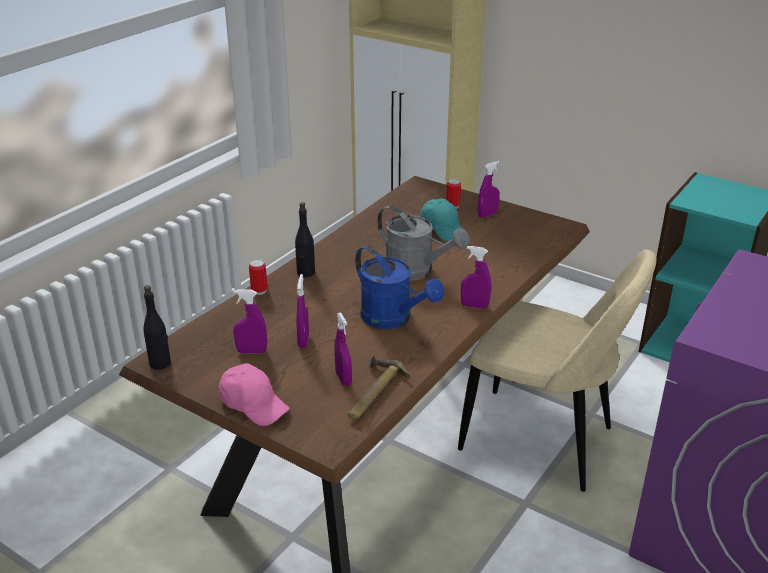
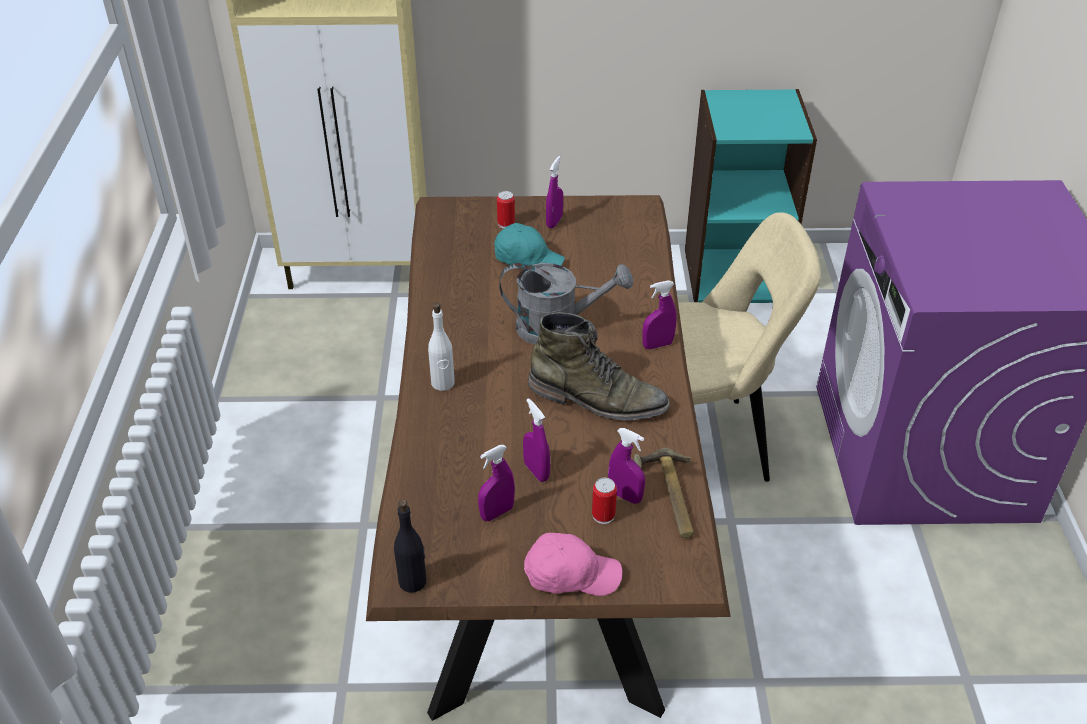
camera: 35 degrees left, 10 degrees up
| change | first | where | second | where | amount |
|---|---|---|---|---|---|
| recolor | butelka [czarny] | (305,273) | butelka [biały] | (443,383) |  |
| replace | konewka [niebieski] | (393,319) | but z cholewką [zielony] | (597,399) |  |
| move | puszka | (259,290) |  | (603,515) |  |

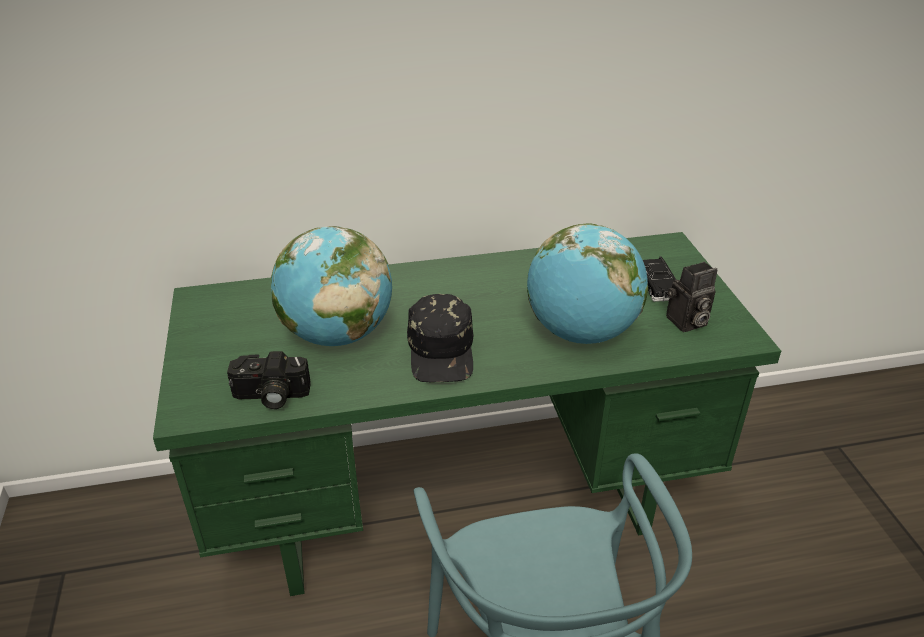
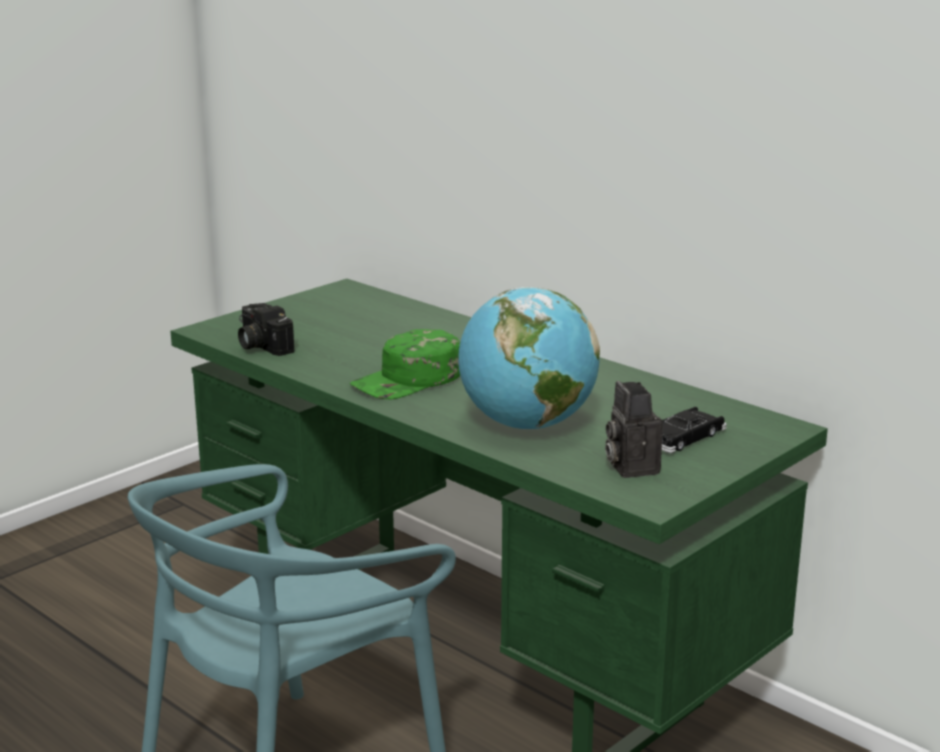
camera: 55 degrees right, 15 degrees down
| change | first | where | second | where | amount |
|---|---|---|---|---|---|
| delete | globus | (337,334) |  |  |  |
| rotate | aparat fotograficzny | (686,322) |  | (630,466) | 45 degrees clockwise |
| recolor | czapka z daszkiem [czarny] | (442,349) | czapka z daszkiem [zielony] | (408,380) |  |

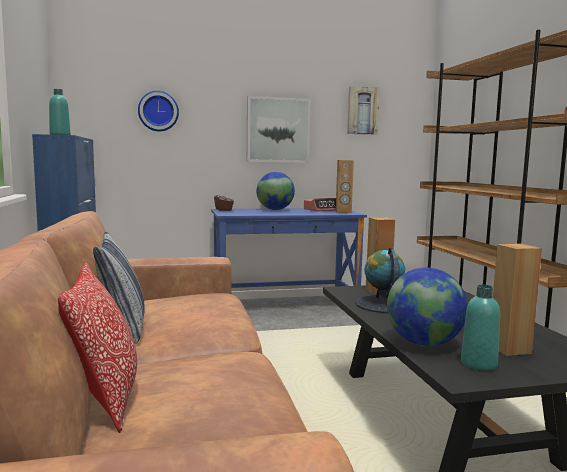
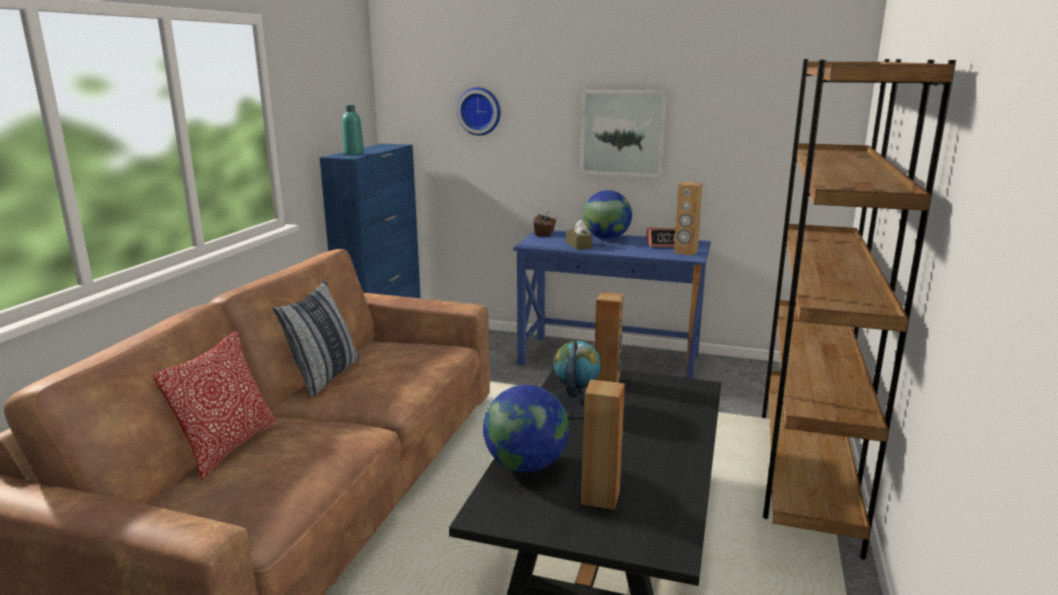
camera: 30 degrees right, 10 degrees up
| change | first | where | second | where | amount |
|---|---|---|---|---|---|
| delete | obraz | (362,111) |  |  |  |
| delete | butelka [turkusowy] | (478,364) |  |  |  |
| insert |  |  | pudełko chusteczek [brązowy] | (578,245) |  |

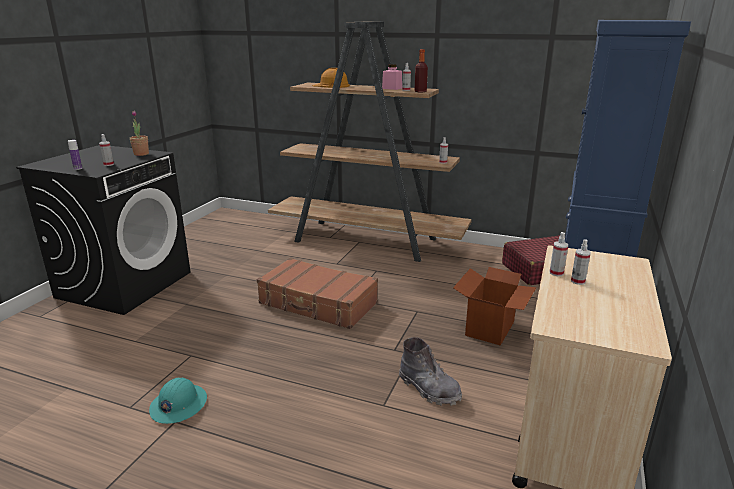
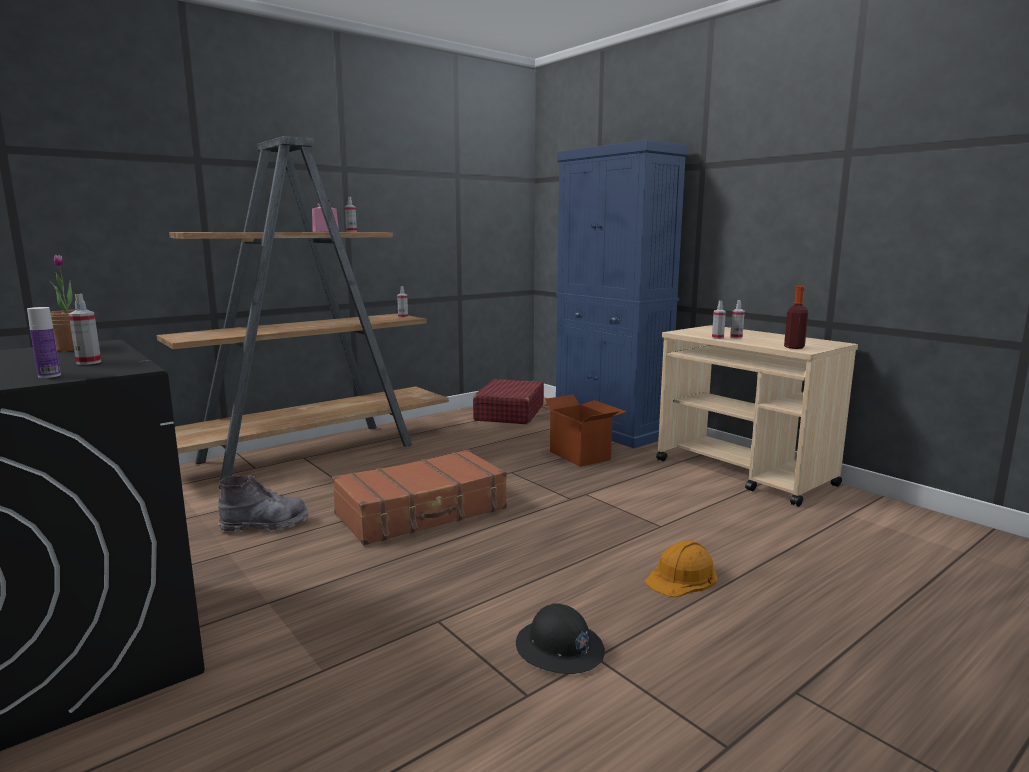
camera: 60 degrees left, 10 degrees down
| change | first | where | second | where | amount |
|---|---|---|---|---|---|
| move | butelka | (420,91) |  | (794,347) |  |
| move | kask [pomarańczowy] | (331,85) |  | (682,577) |  |
| move | but z cholewką [szary] | (429,389) |  | (265,525) |  |
| recolor | kask [turkusowy] | (178,405) | kask [czarny] | (559,649) |  |

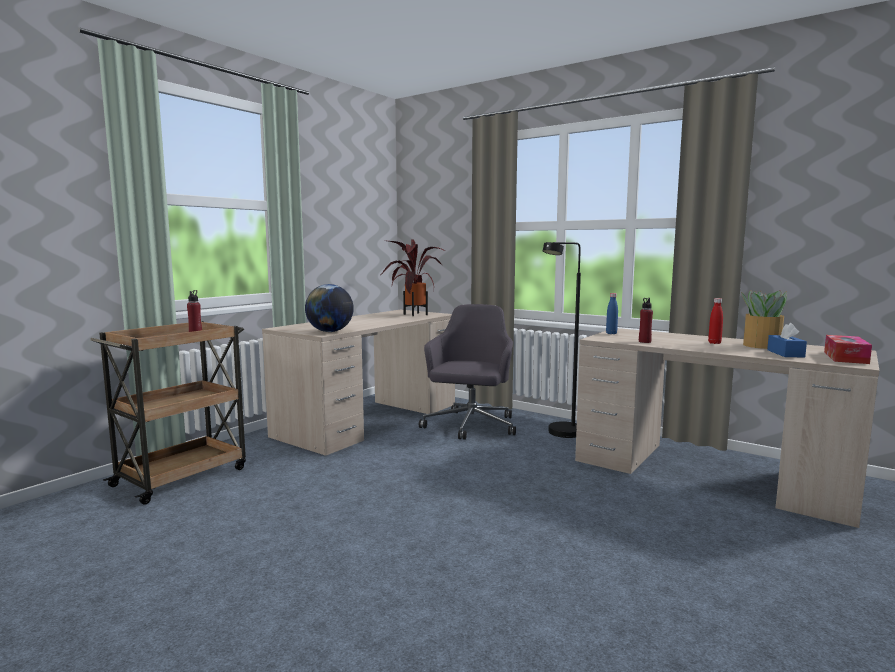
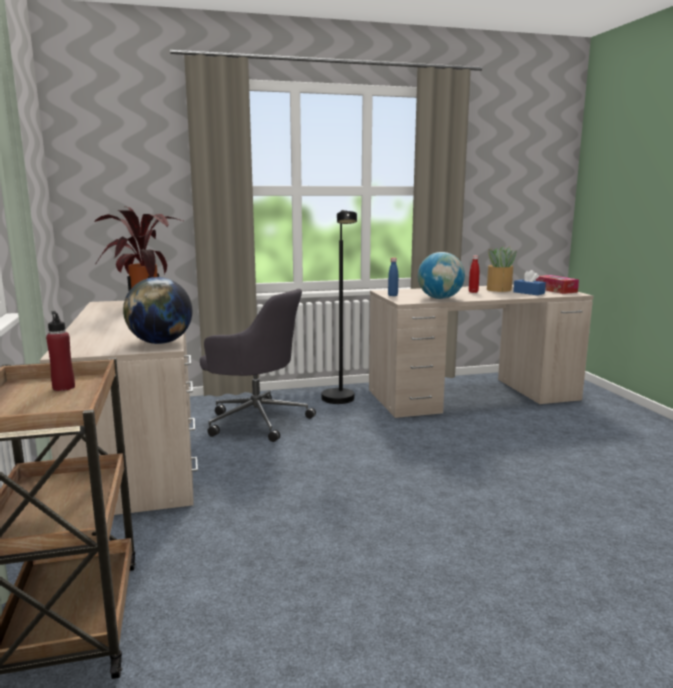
camera: 50 degrees left, 5 degrees up
| change | first | where | second | where | amount |
|---|---|---|---|---|---|
| replace | butelka [czerwony] | (644,341) | globus | (440,298) |  |
| rotate | krzesło biurowe [szary] | (470,426) |  | (256,420) | 150 degrees clockwise |

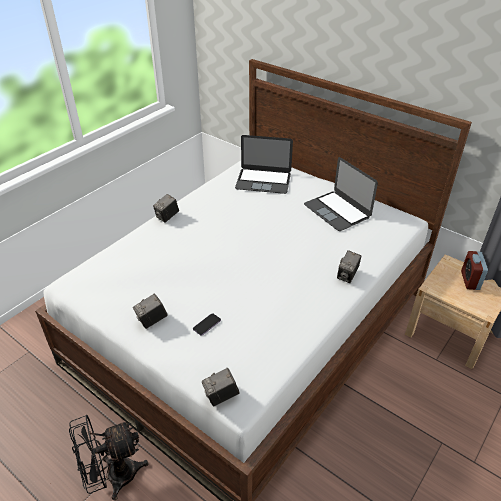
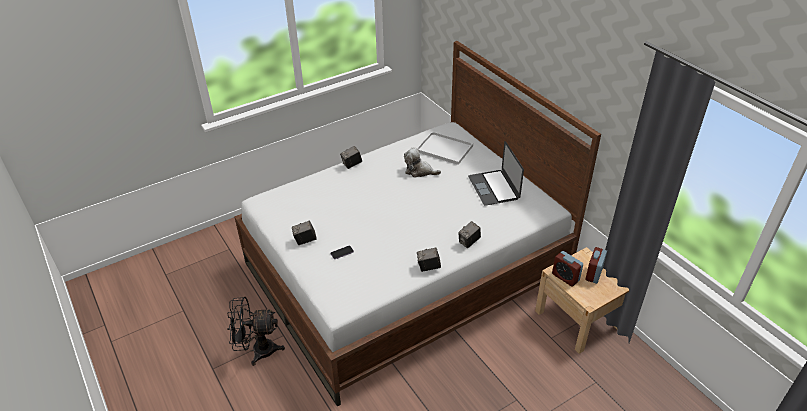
camera: 20 degrees right, 0 degrees up
| change | first | where | second | where | amount |
|---|---|---|---|---|---|
| replace | laptop | (263,181) | taca [biały] | (445,149) |  |
| move | aparat fotograficzny | (221,396) |  | (428,267) |  |
| insert |  |  | pluszak | (419,171) |  |
| insert |  |  | budzik | (565,277) |  |

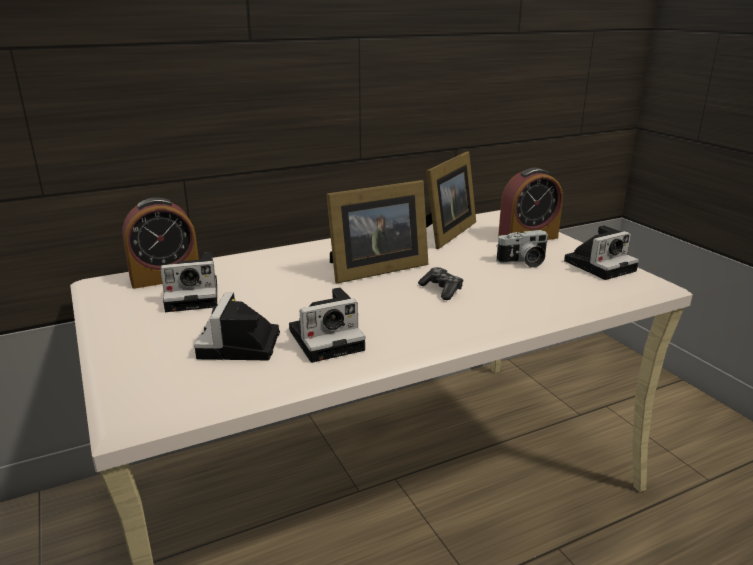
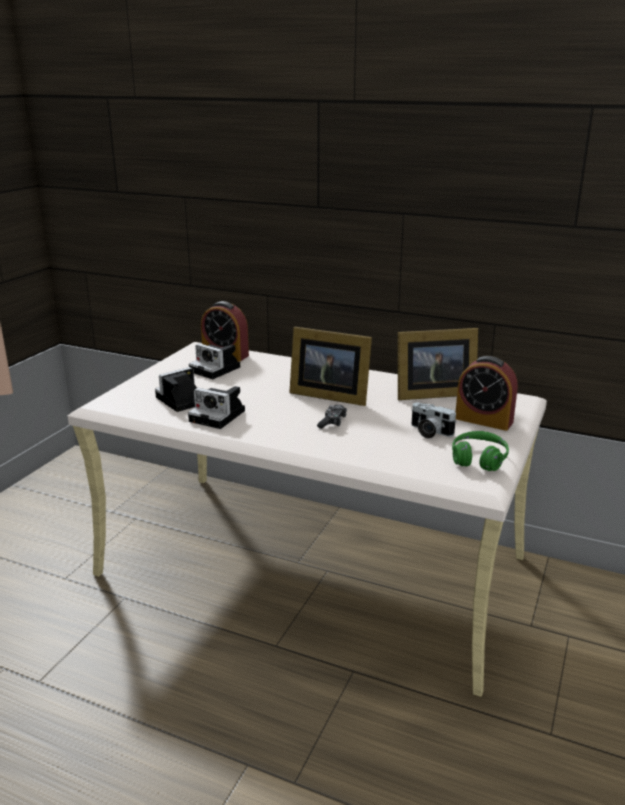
camera: 50 degrees right, 0 degrees up
| change | first | where | second | where | amount |
|---|---|---|---|---|---|
| replace | aparat fotograficzny | (600,265) | słuchawki [zielony] | (478,459) |  |

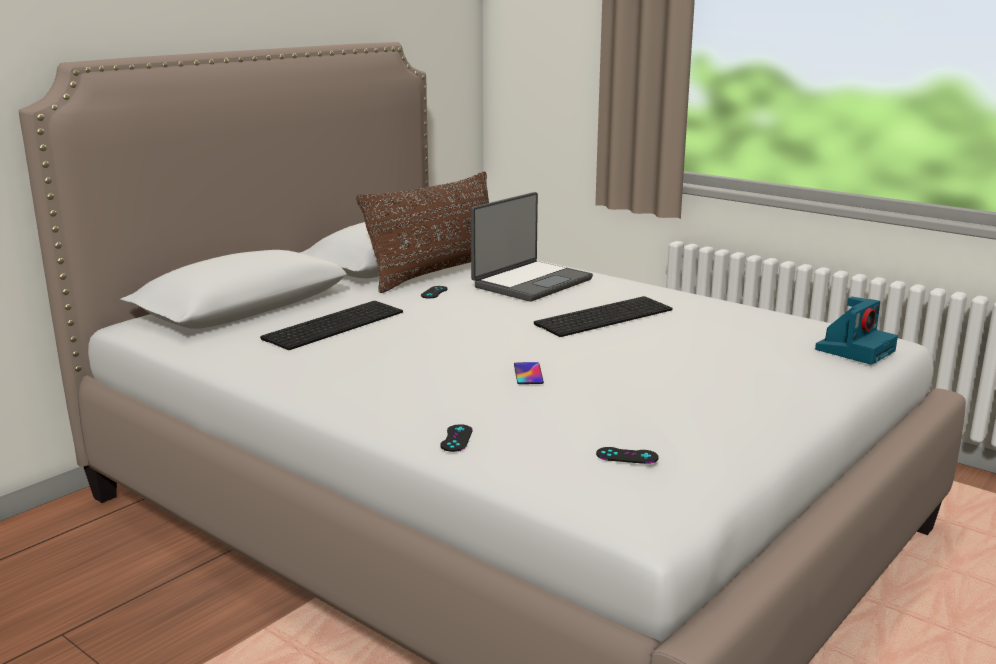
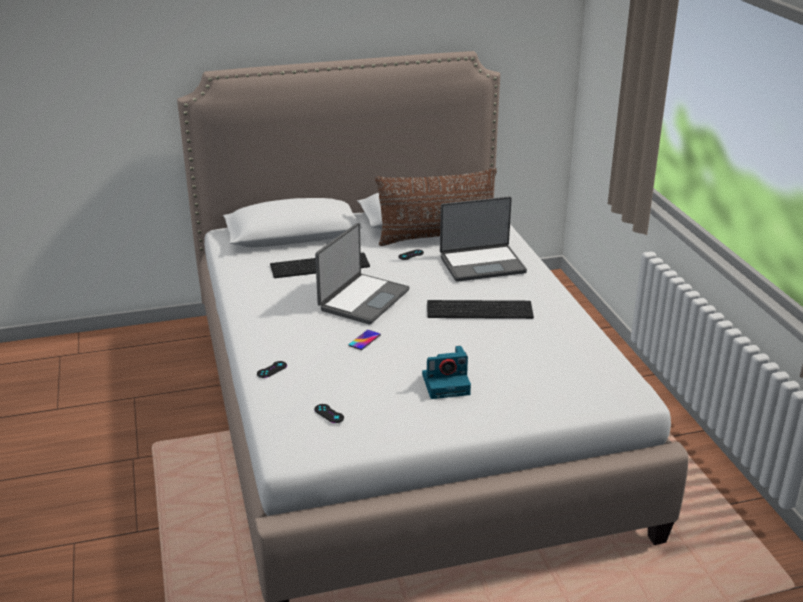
camera: 35 degrees right, 10 degrees up
| change | first | where | second | where | amount |
|---|---|---|---|---|---|
| move | aparat fotograficzny | (855,349) |  | (447,384) |  |
| insert |  |  | laptop | (362,299) |  |

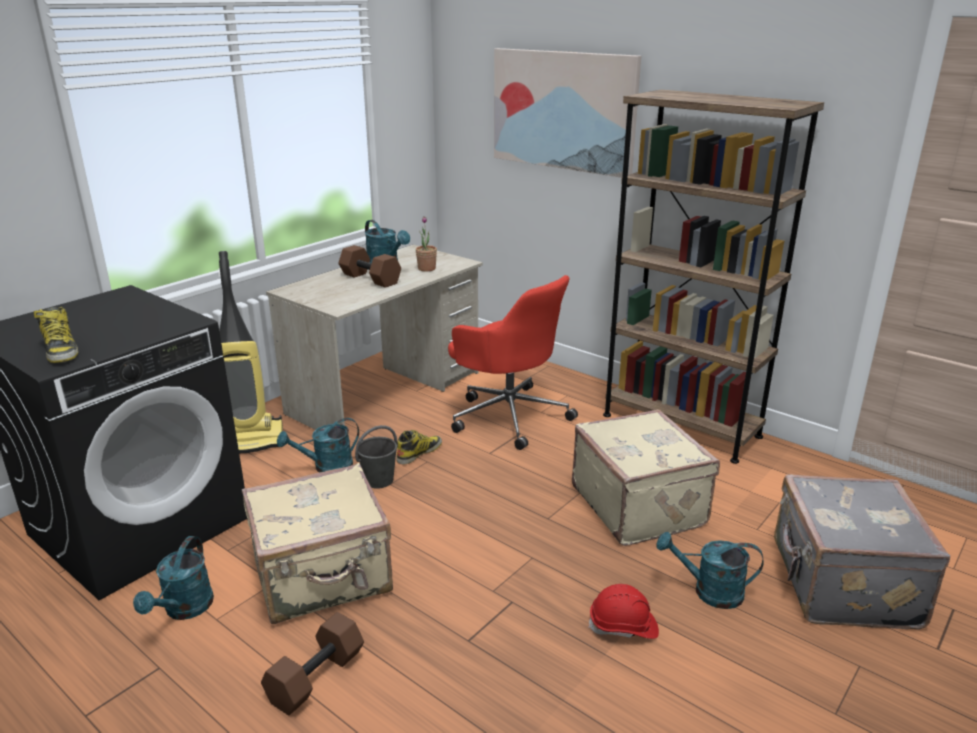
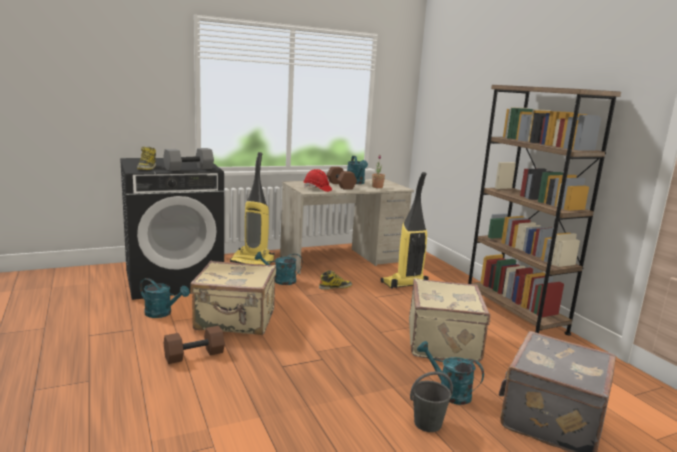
camera: 25 degrees right, 10 degrees down
| change | first | where | second | where | amount |
|---|---|---|---|---|---|
| delete | obraz | (563,110) |  |  |  |
| replace | krzesło biurowe [czerwony] | (509,415) | odkurzacz | (404,284) |  |
| move | wiadro [szary] | (379,480) |  | (428,423) |  |
| rotate | konewka [turkusowy] | (184,610) |  | (162,313) | 105 degrees counterclockwise |
| move | kask [czerwony] | (623,627) |  | (317,189) |  |
| insert |  |  | hantel [szary] | (188,169) |  |

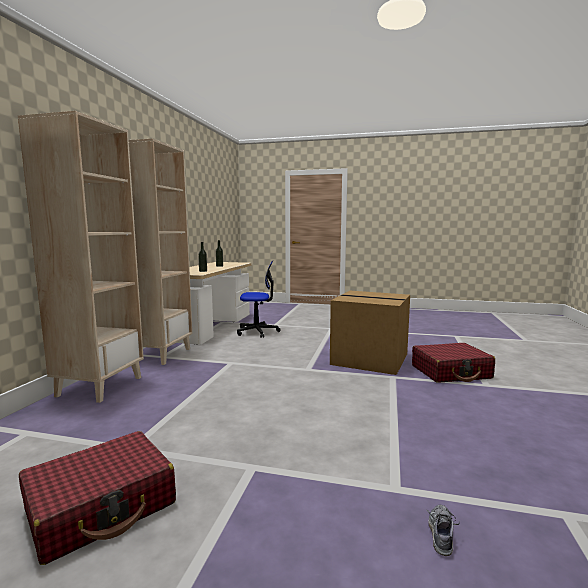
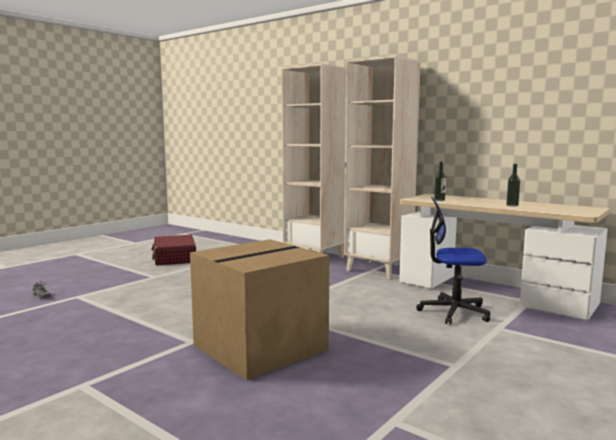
camera: 115 degrees right, 0 degrees up
| change | first | where | second | where | amount |
|---|---|---|---|---|---|
| rotate | krzesło biurowe | (257,331) |  | (453,312) | 75 degrees clockwise |
| delete | walizka [czerwony] | (451,372) |  |  |  |

